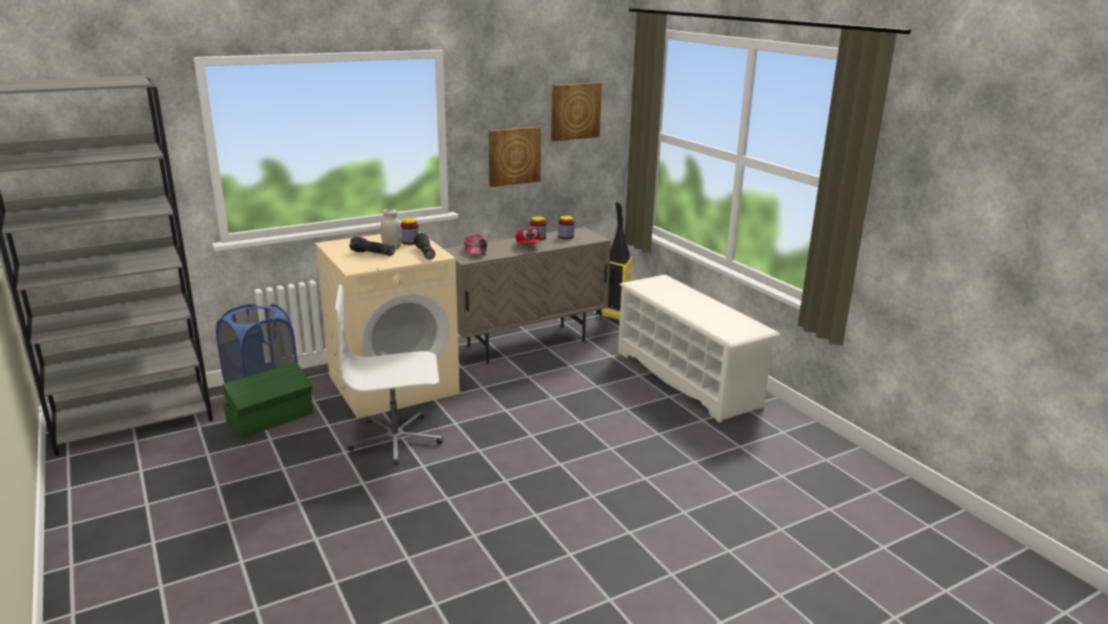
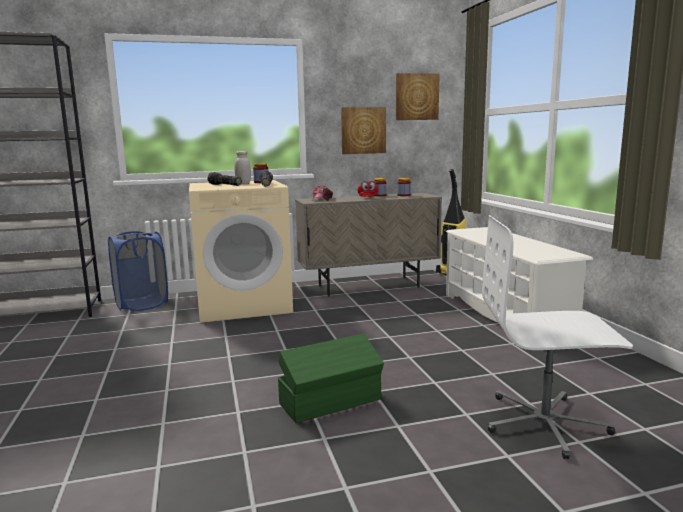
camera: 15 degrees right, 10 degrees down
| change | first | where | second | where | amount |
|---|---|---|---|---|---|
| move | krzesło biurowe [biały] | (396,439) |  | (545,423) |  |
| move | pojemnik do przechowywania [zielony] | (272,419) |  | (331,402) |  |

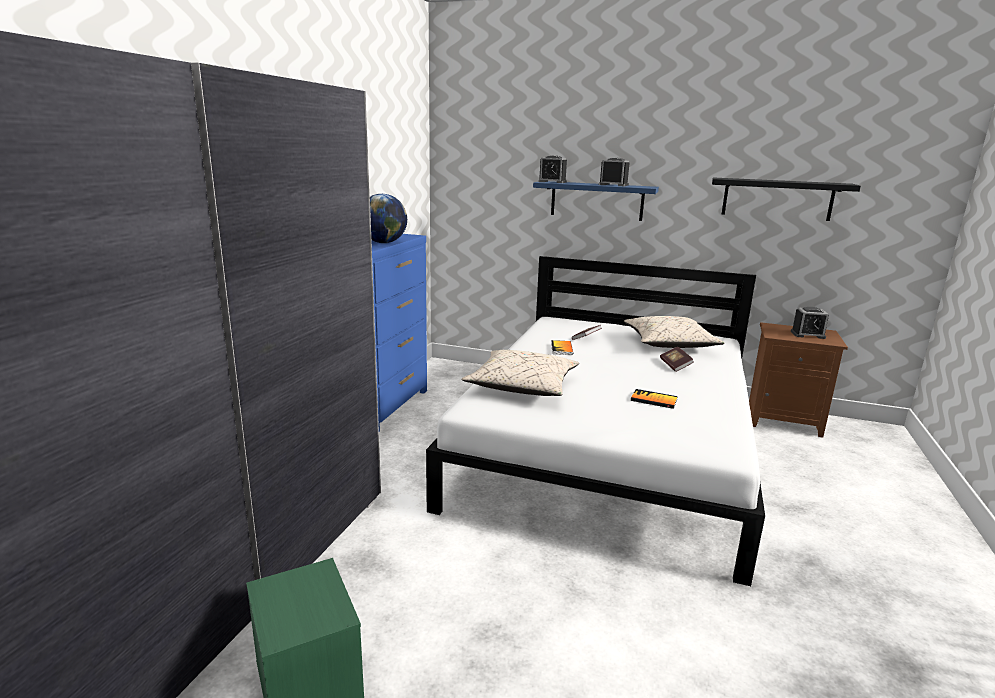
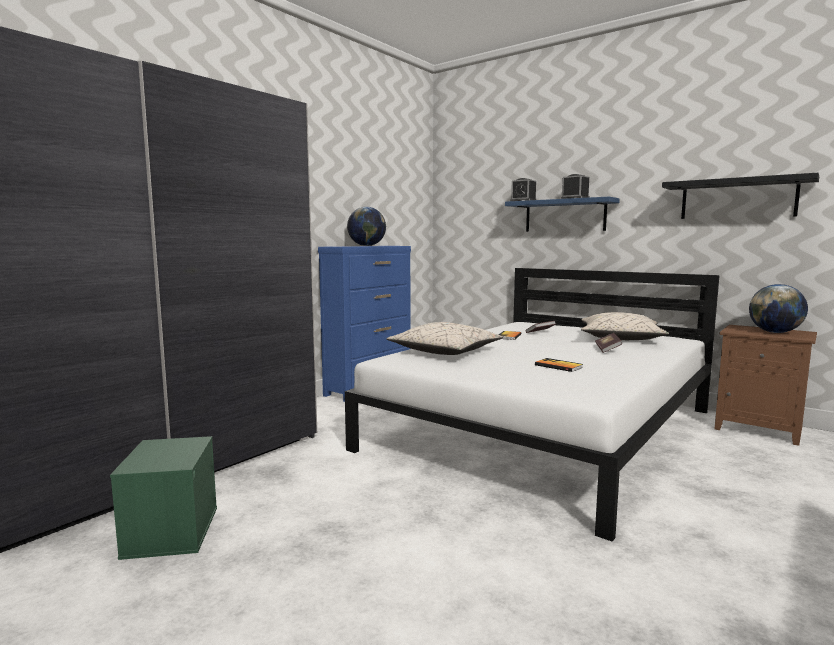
camera: 20 degrees right, 10 degrees down
| change | first | where | second | where | amount |
|---|---|---|---|---|---|
| replace | budzik | (807,335) | globus | (775,332) |  |

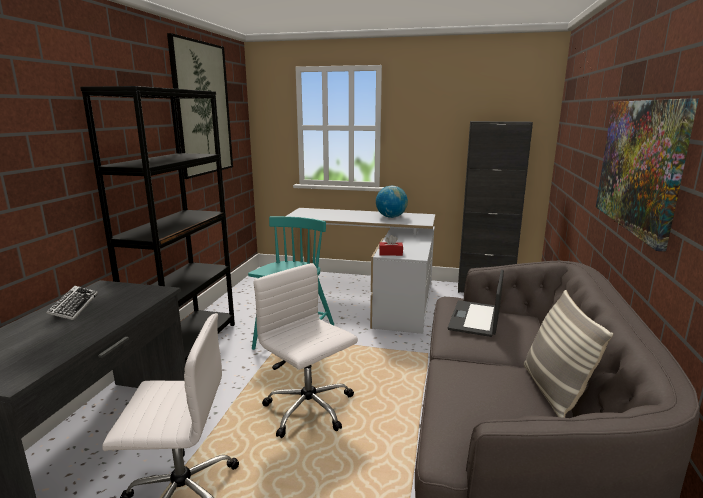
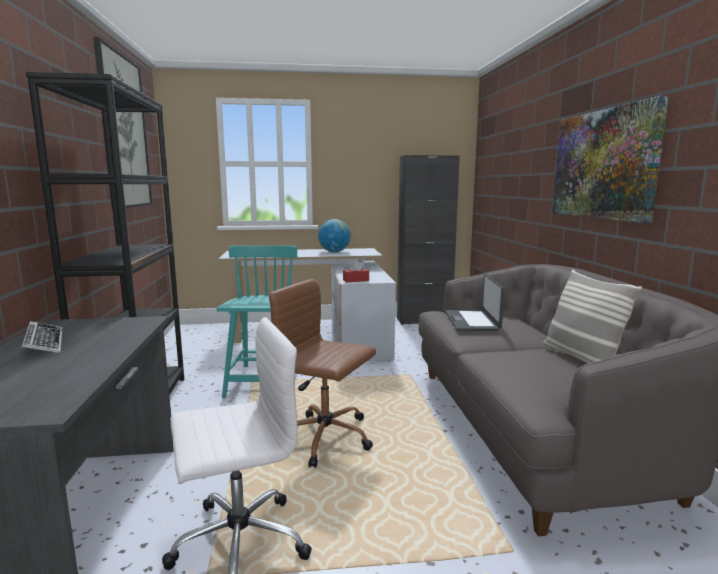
camera: 20 degrees left, 5 degrees down
| change | first | where | second | where | amount |
|---|---|---|---|---|---|
| recolor | krzesło biurowe [biały] | (309,410) | krzesło biurowe [brązowy] | (327,438) |  |

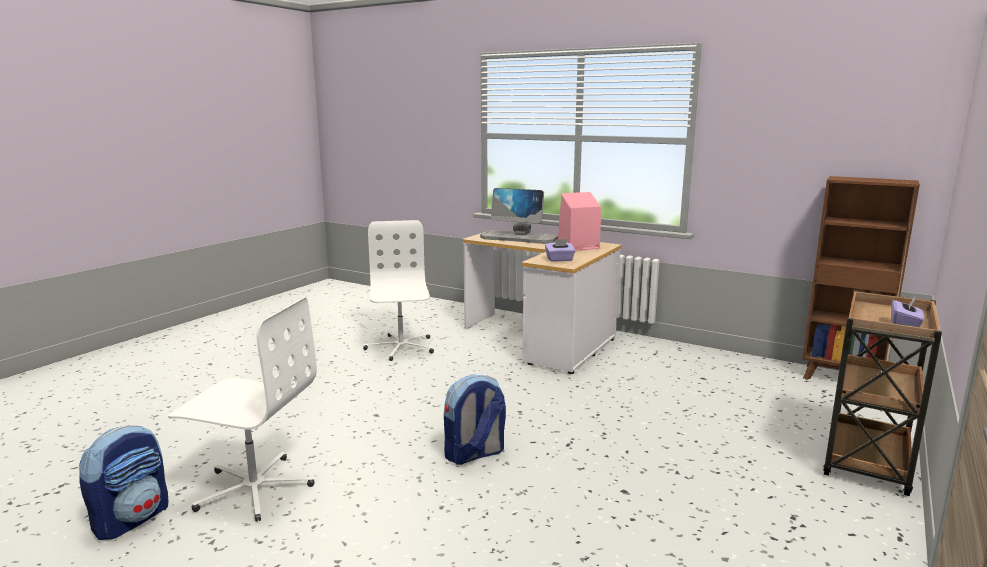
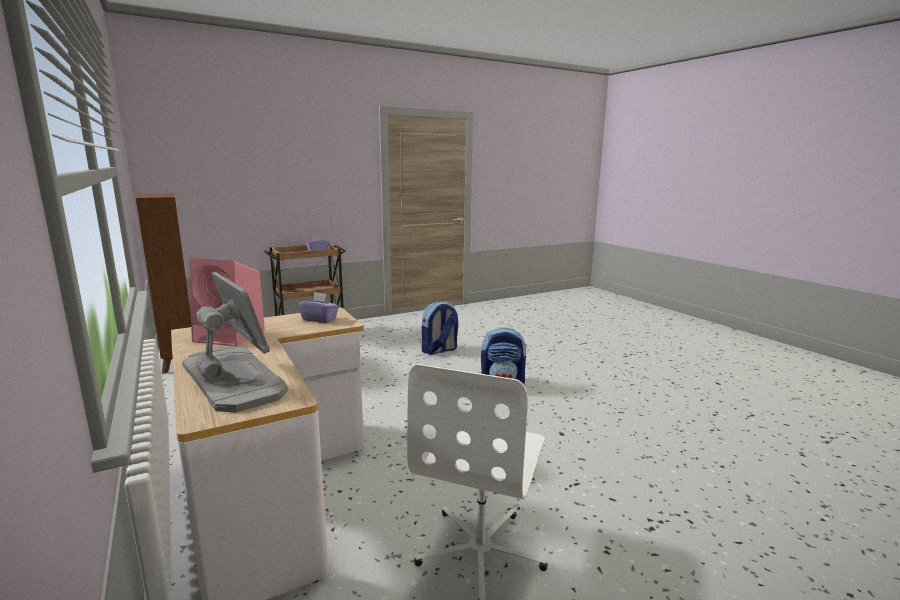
camera: 150 degrees left, 0 degrees up
| change | first | where | second | where | amount |
|---|---|---|---|---|---|
| delete | krzesło biurowe [biały] | (254,488) |  |  |  |
| move | plecak | (132,519) |  | (439,350) |  |

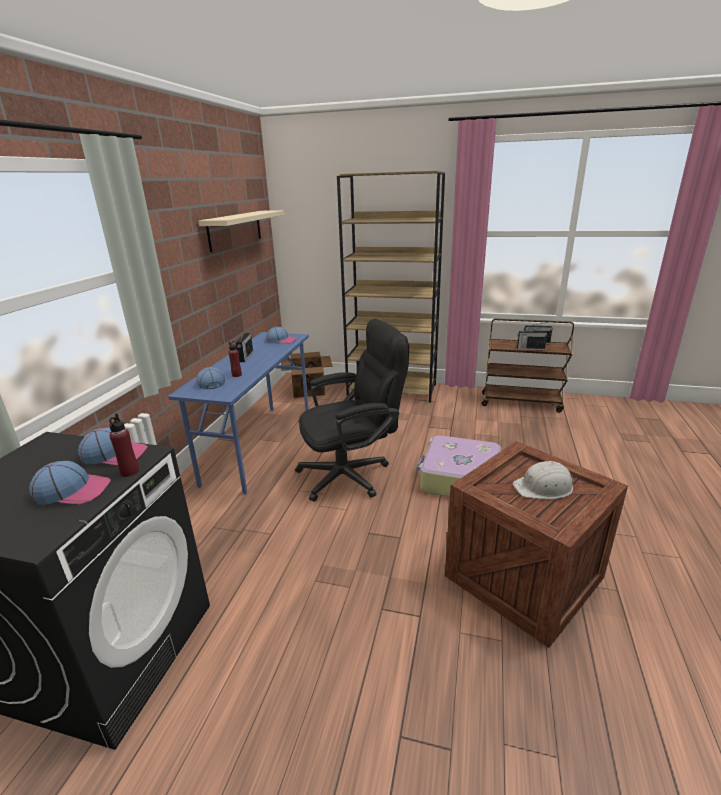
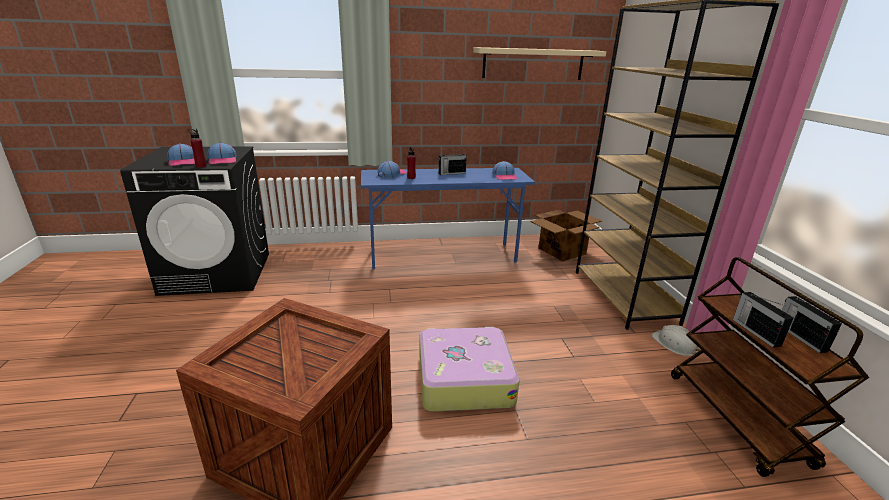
camera: 65 degrees right, 0 degrees up
| change | first | where | second | where | amount |
|---|---|---|---|---|---|
| delete | krzesło biurowe [czarny] | (352,474) |  |  |  |
| move | kask [biały] | (544,487) |  | (674,344) |  |

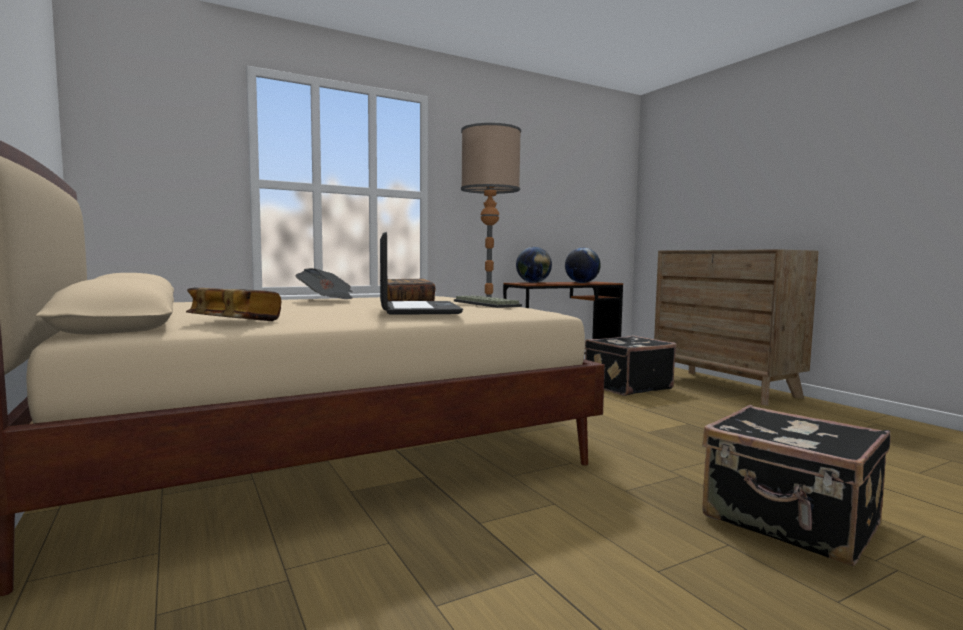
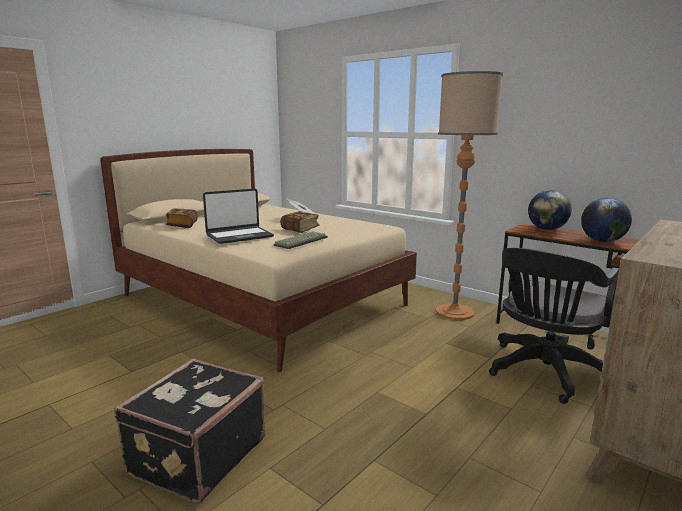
camera: 70 degrees right, 10 degrees up
| change | first | where | second | where | amount |
|---|---|---|---|---|---|
| replace | walizka [czarny] | (626,386) | krzesło biurowe [czarny] | (543,373) |  |

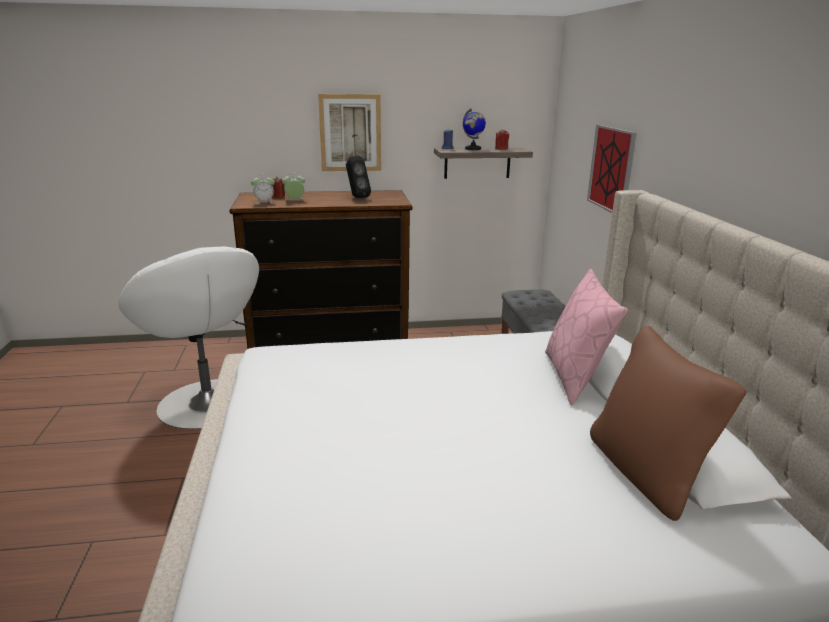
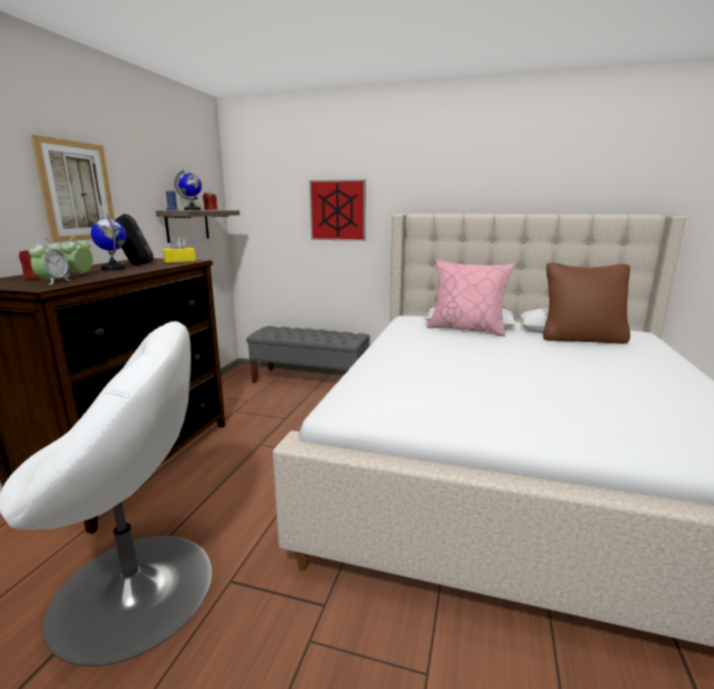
camera: 65 degrees left, 5 degrees down
| change | first | where | second | where | amount |
|---|---|---|---|---|---|
| insert |  |  | globus | (114,268) |  |
| insert |  |  | pudełko chusteczek [żółty] | (180,261) |  |

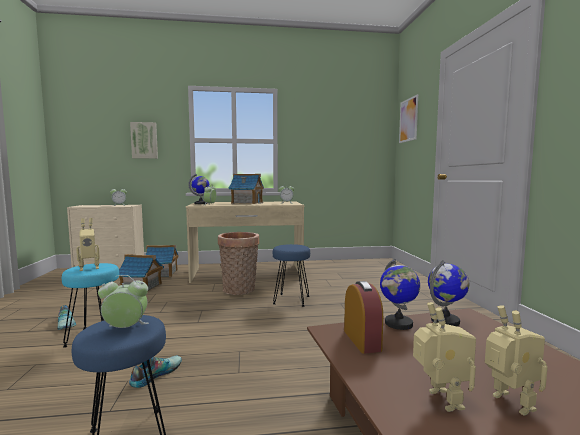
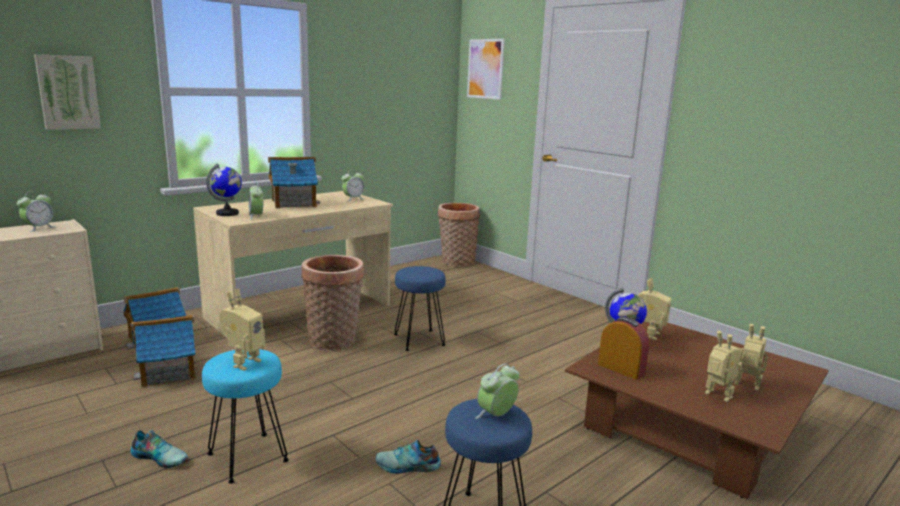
camera: 35 degrees left, 10 degrees up
| change | first | where | second | where | amount |
|---|---|---|---|---|---|
| replace | globus | (445,321) | robot zabawkowy | (648,334) |  |
| rotate | but | (155,374) |  | (408,466) | 90 degrees counterclockwise |
| insert |  |  | koszyk | (456,262) |  |

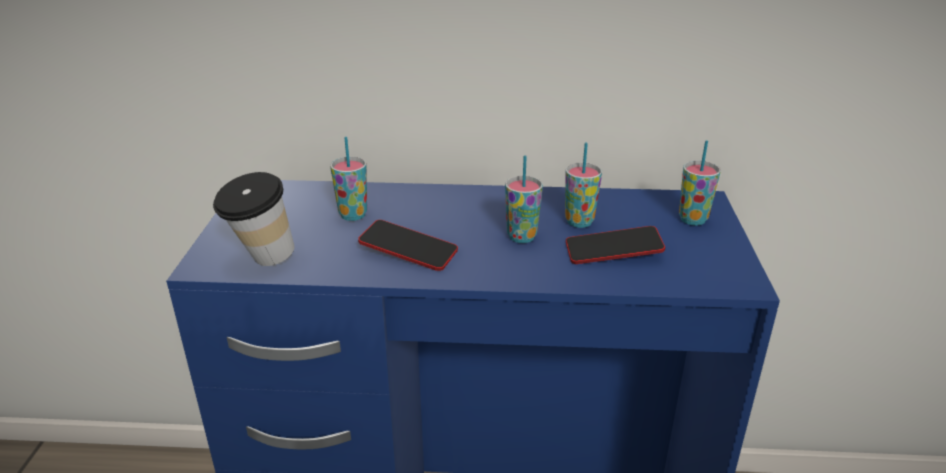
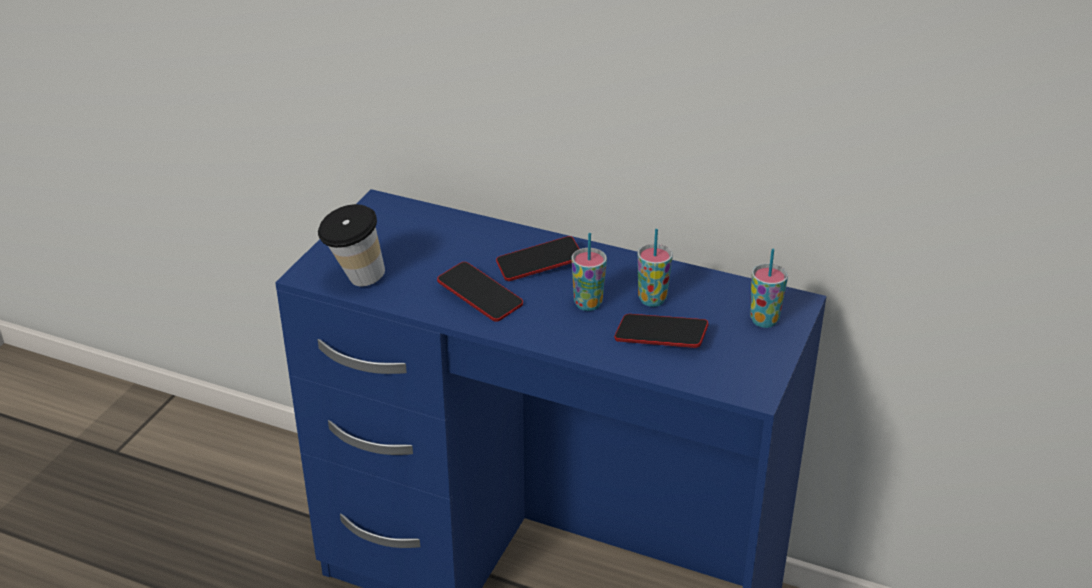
camera: 20 degrees right, 5 degrees up
| change | first | where | second | where | amount |
|---|---|---|---|---|---|
| delete | filiżanka | (353,215) |  |  |  |
| insert |  |  | telefon | (539,264) |  |

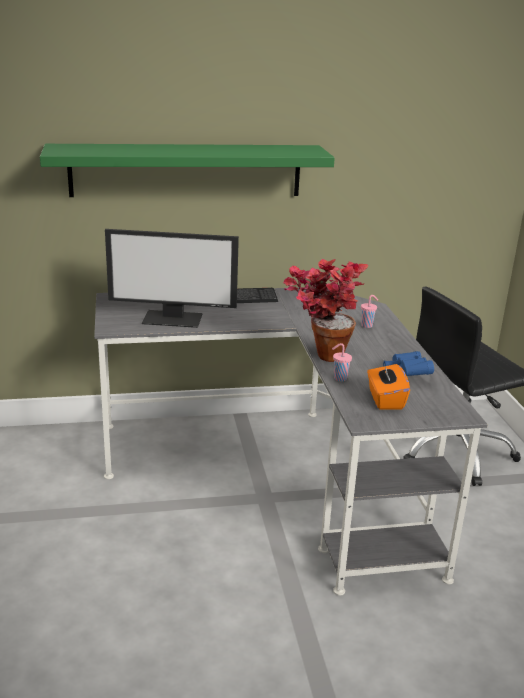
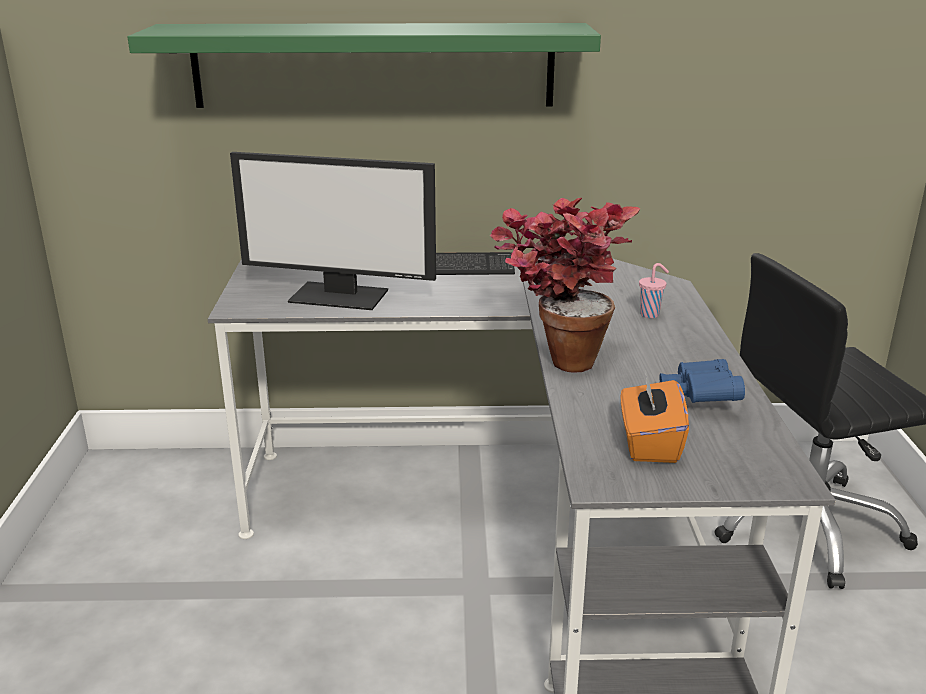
camera: 10 degrees right, 0 degrees up
| change | first | where | second | where | amount |
|---|---|---|---|---|---|
| delete | filiżanka [różowy] | (339,378) |  |  |  |

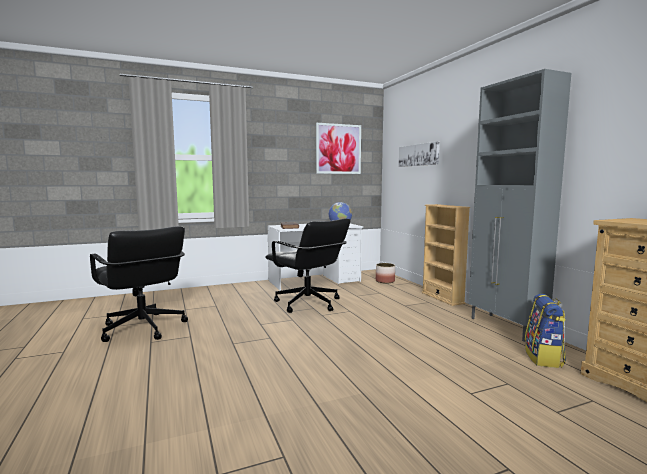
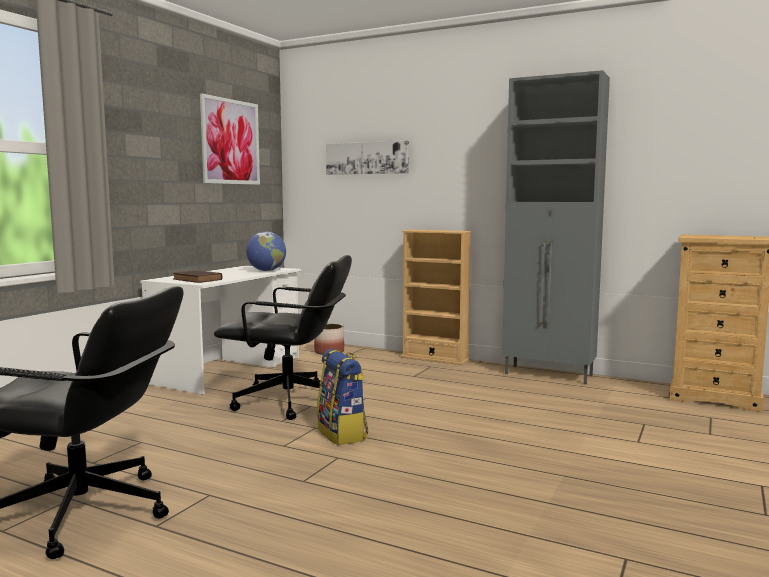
camera: 40 degrees left, 0 degrees up
| change | first | where | second | where | amount |
|---|---|---|---|---|---|
| move | plecak | (544,358) |  | (343,434) |  |

